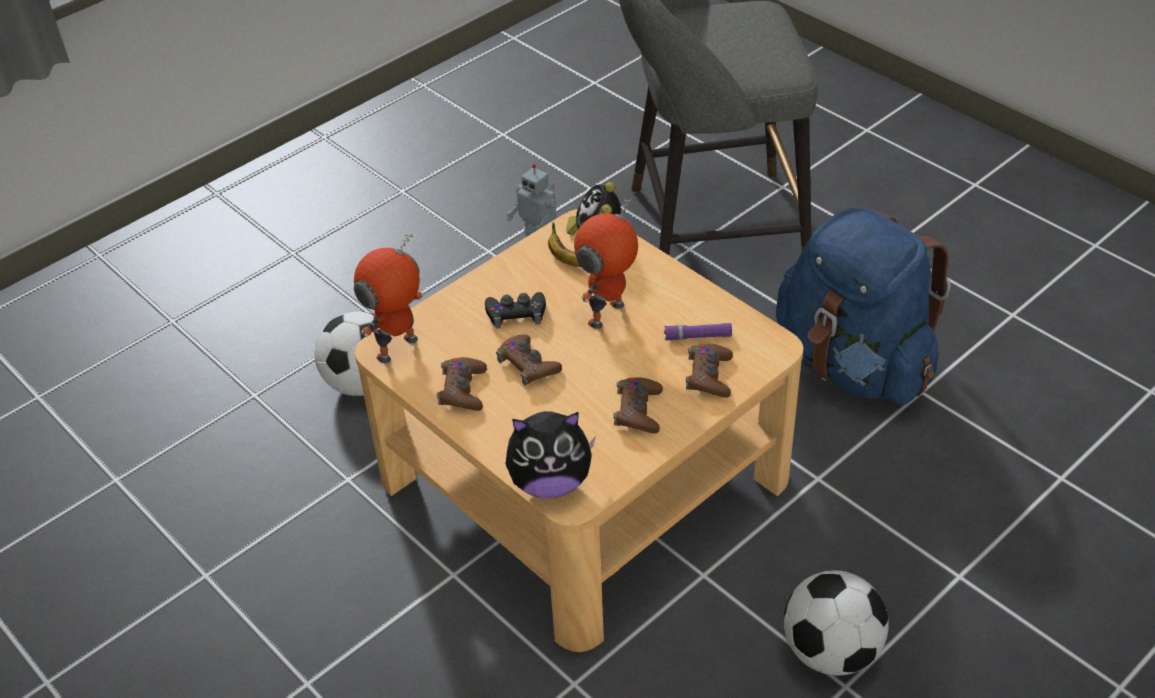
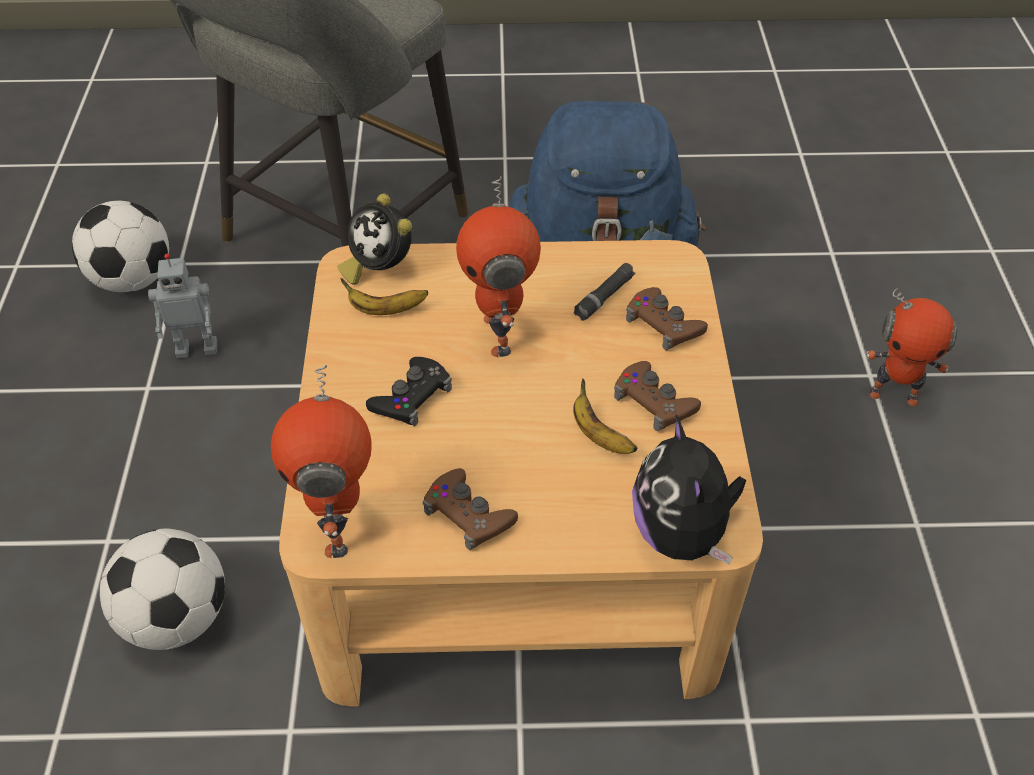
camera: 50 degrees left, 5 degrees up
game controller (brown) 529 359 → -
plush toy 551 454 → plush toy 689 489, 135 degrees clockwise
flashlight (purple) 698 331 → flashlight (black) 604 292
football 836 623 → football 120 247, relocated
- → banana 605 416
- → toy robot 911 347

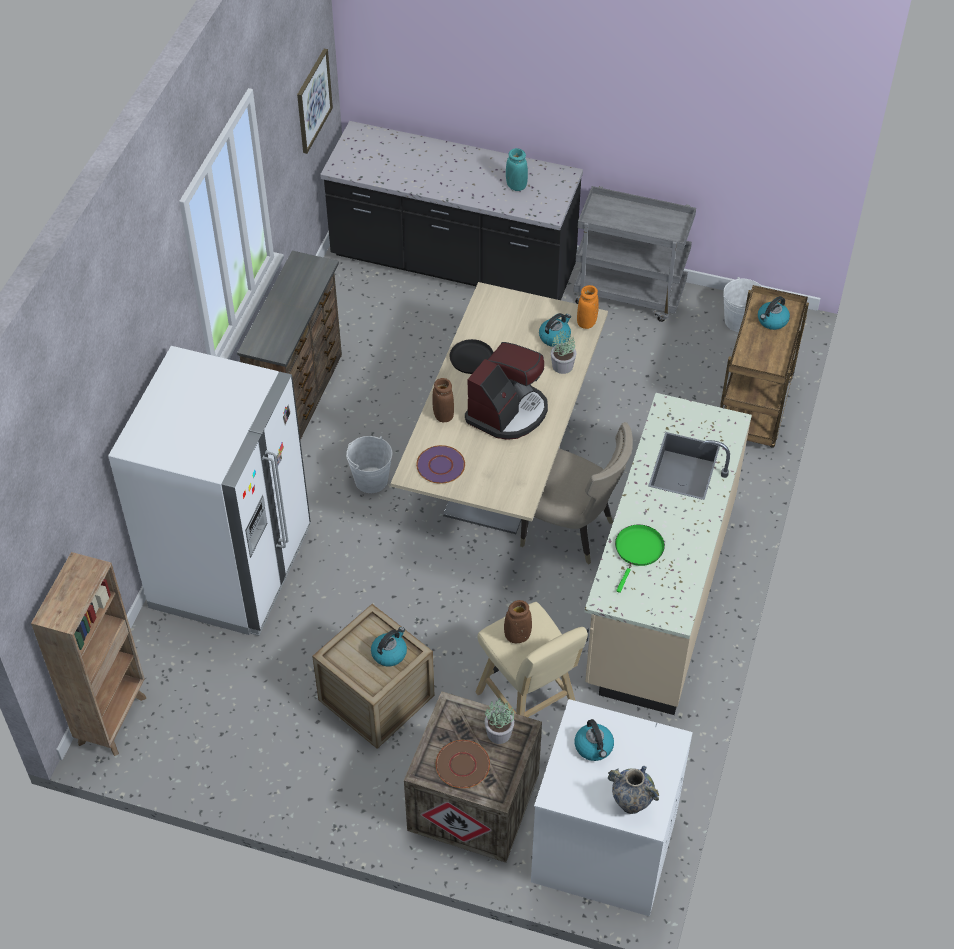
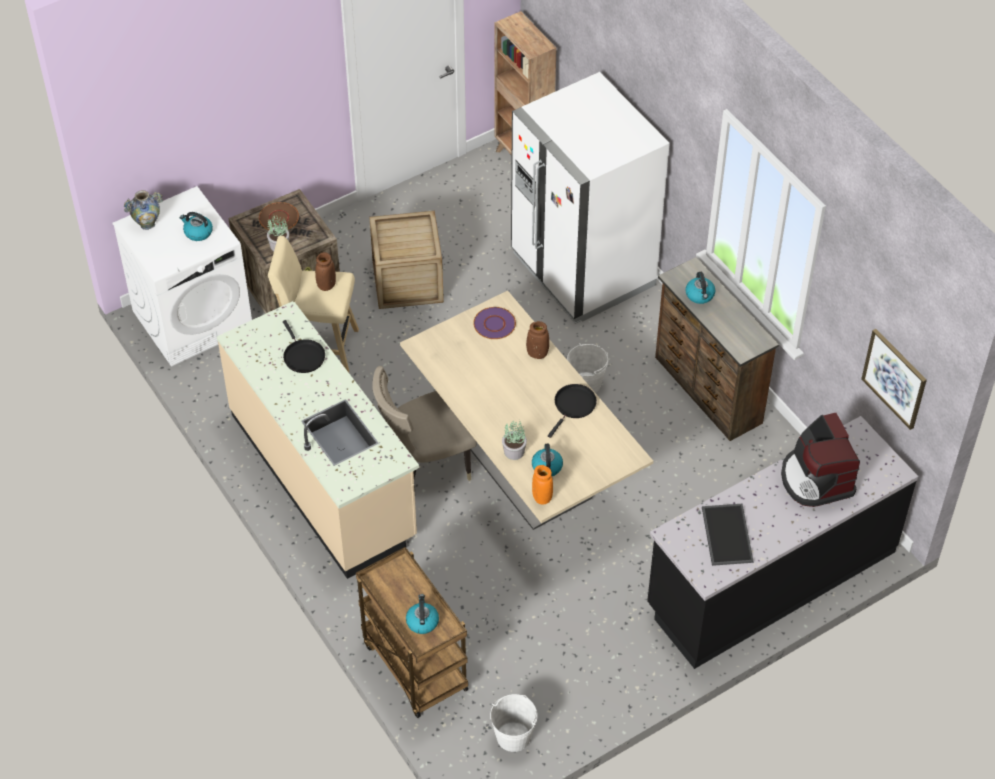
camera: 130 degrees right, 0 degrees up
kettle 389 647 → kettle 700 288, relocated
coffee machine 506 391 → coffee machine 820 460, relocated
vase (turquoise) 517 169 → tray 728 535
cart (grey) 635 254 → -
frying pan (green) 640 559 → frying pan (black) 304 346

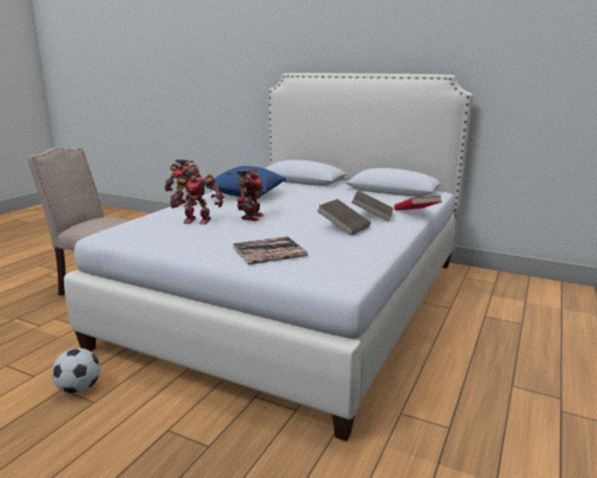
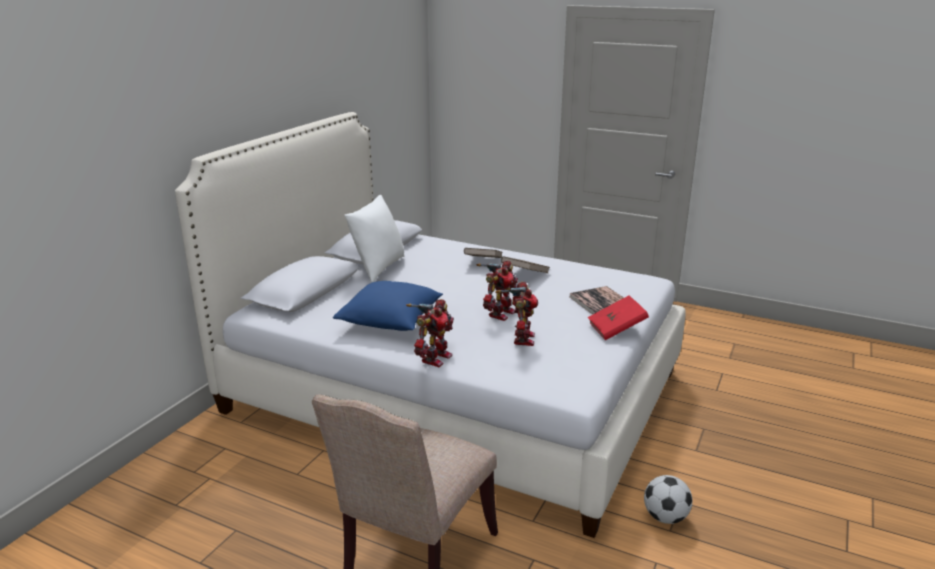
camera: 90 degrees left, 5 degrees up
toy robot 245 195 → toy robot 497 291, 105 degrees clockwise
book (red) 417 203 → book (red) 618 317, relocated
- → pillow (white) 374 239

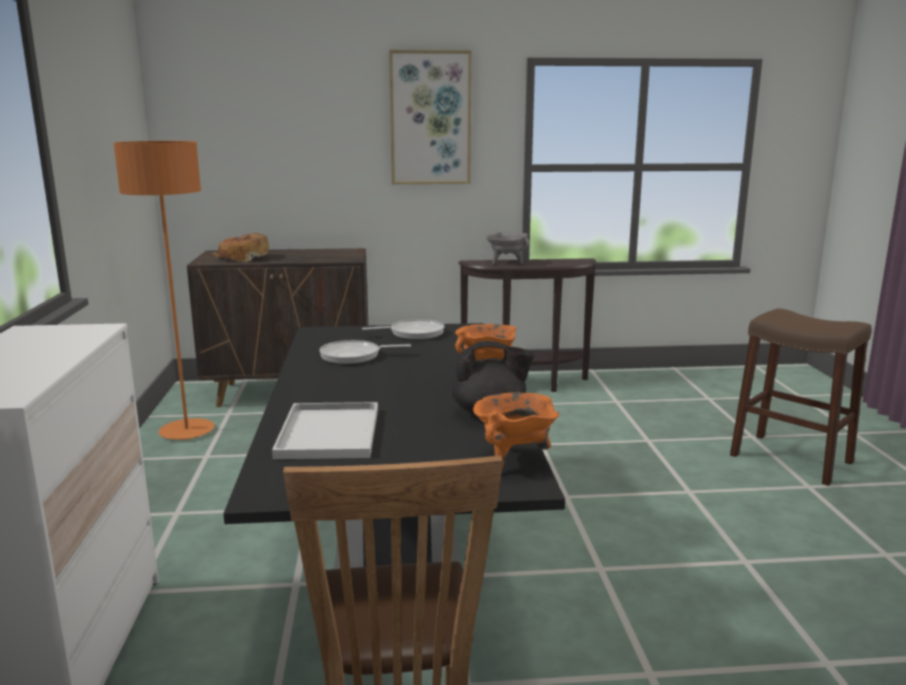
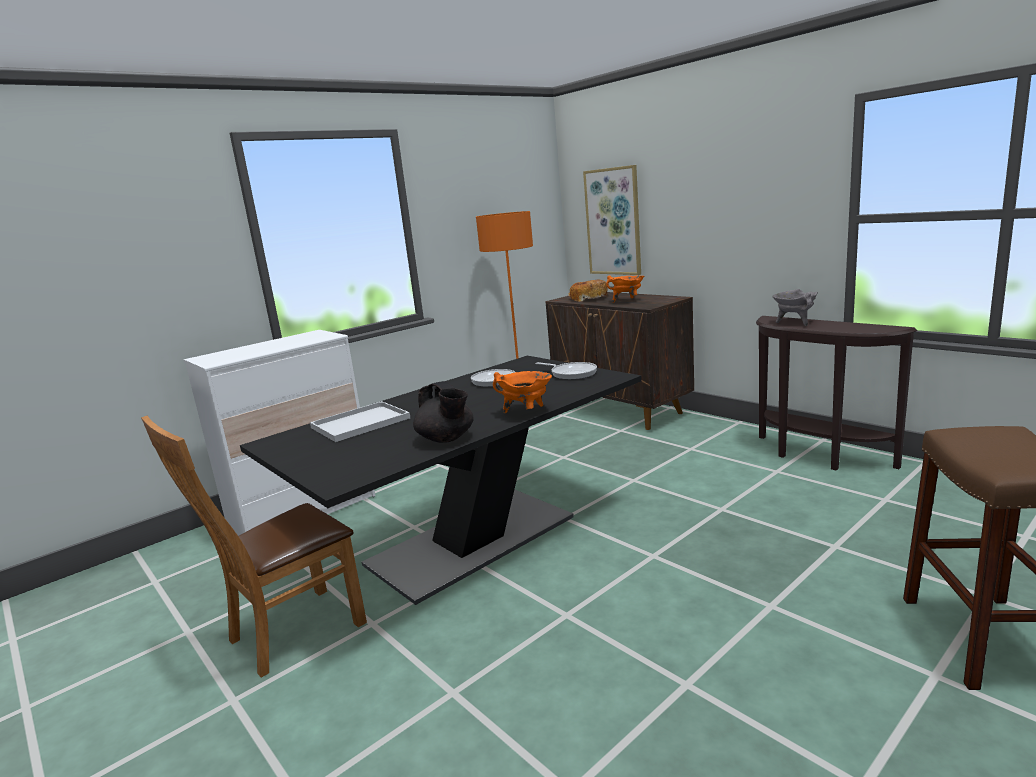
camera: 55 degrees right, 0 degrees up
picture 430 117 → picture 612 220, relocated
cooking pot (orange) 516 433 → cooking pot (orange) 625 289, relocated

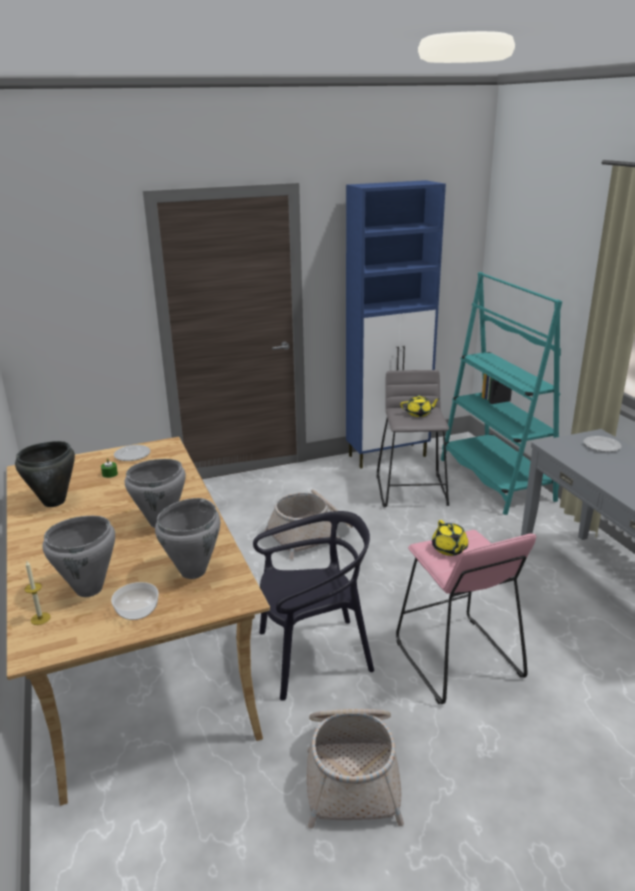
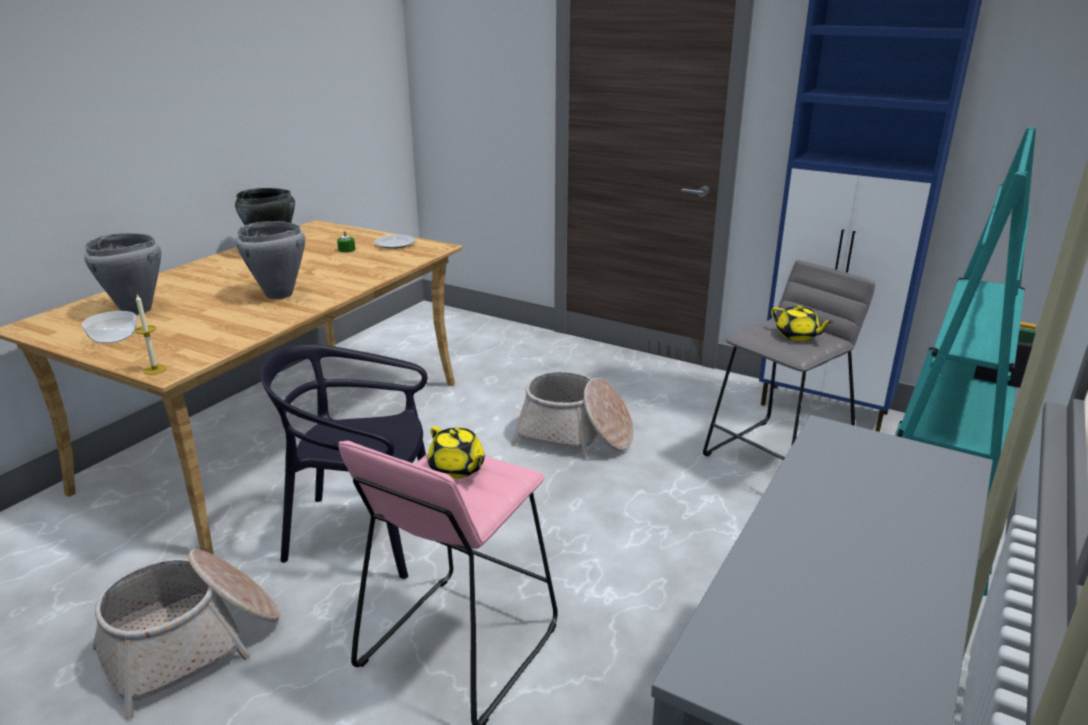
camera: 50 degrees right, 0 degrees up
candle 37 593 → candle 151 335, relocated
cooking pot (grey) 187 538 → -
chair (black) 313 606 → chair (black) 344 461, 150 degrees clockwise
teapot (yellow) 450 538 → teapot (yellow) 456 452, 75 degrees counterclockwise
plate 602 444 → -

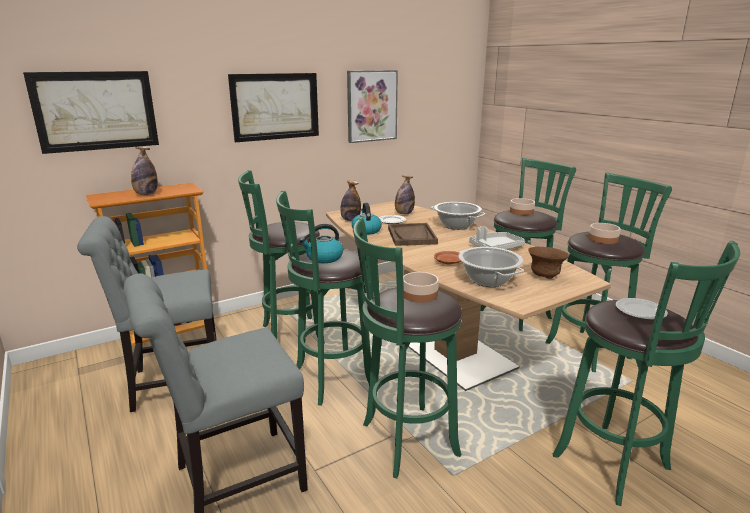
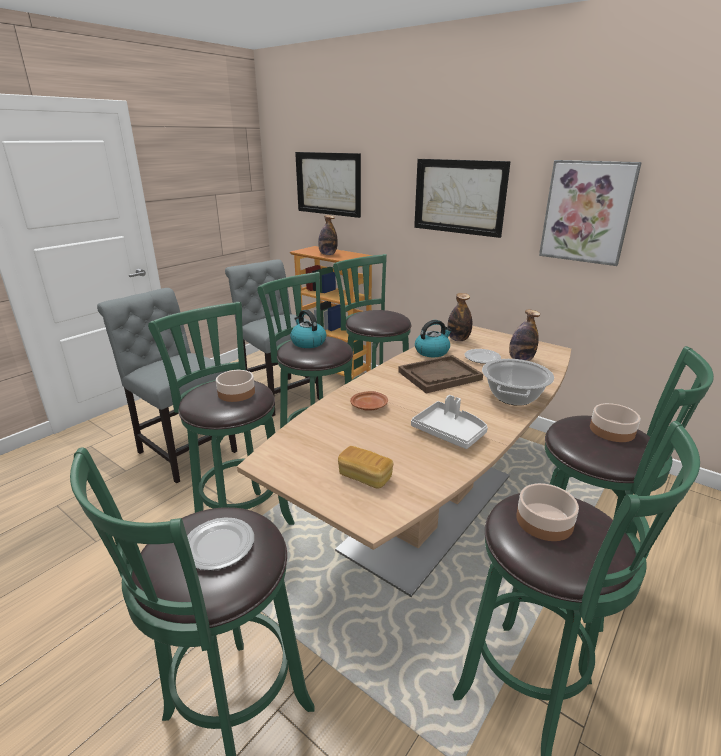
camera: 70 degrees right, 5 degrees up
cooking pot 491 267 → -
bowl (brown) 548 263 → bread 365 467

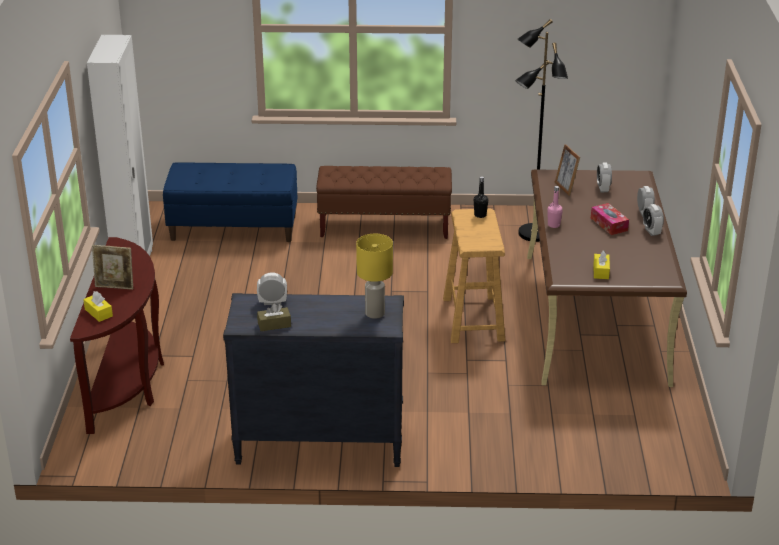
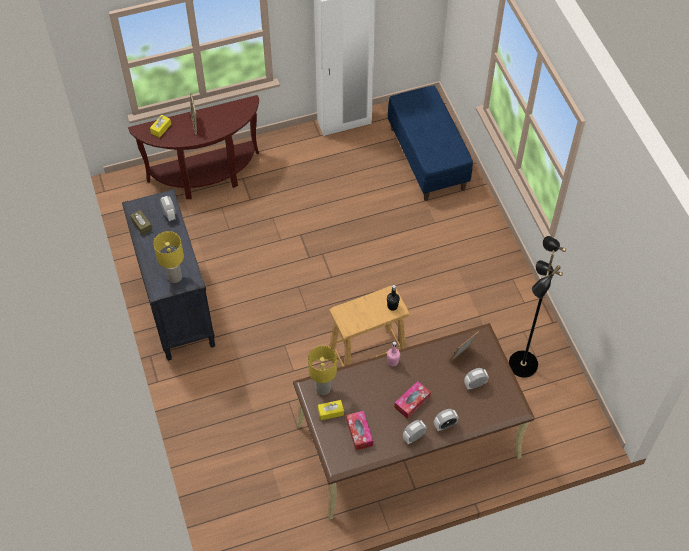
camera: 70 degrees right, 25 degrees up
bench (brown) 384 202 → -
- → table lamp (yellow) 322 370
- → tissue box 359 430

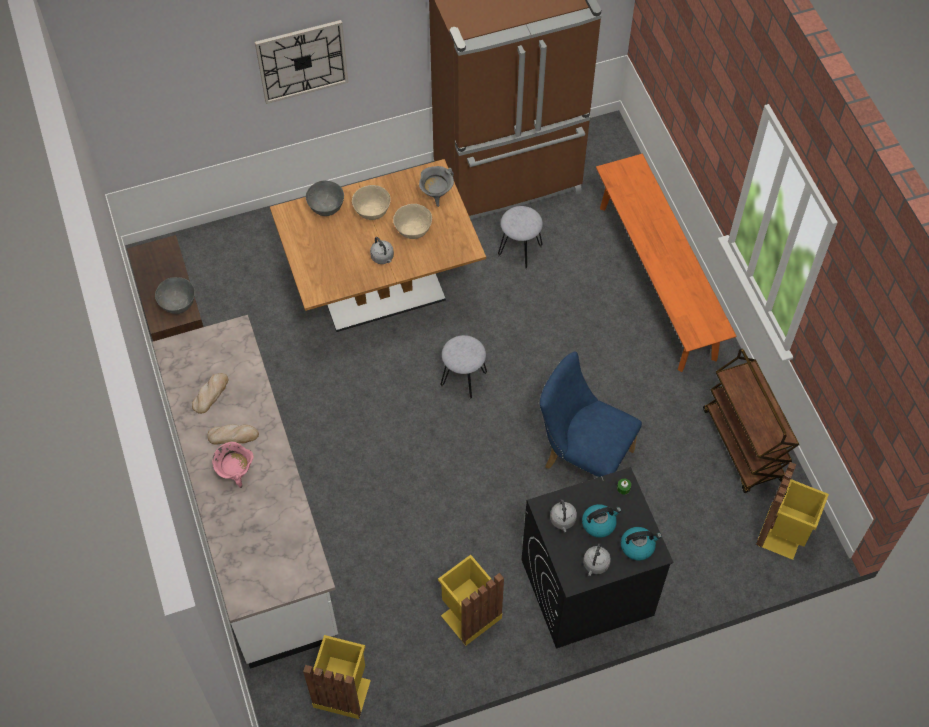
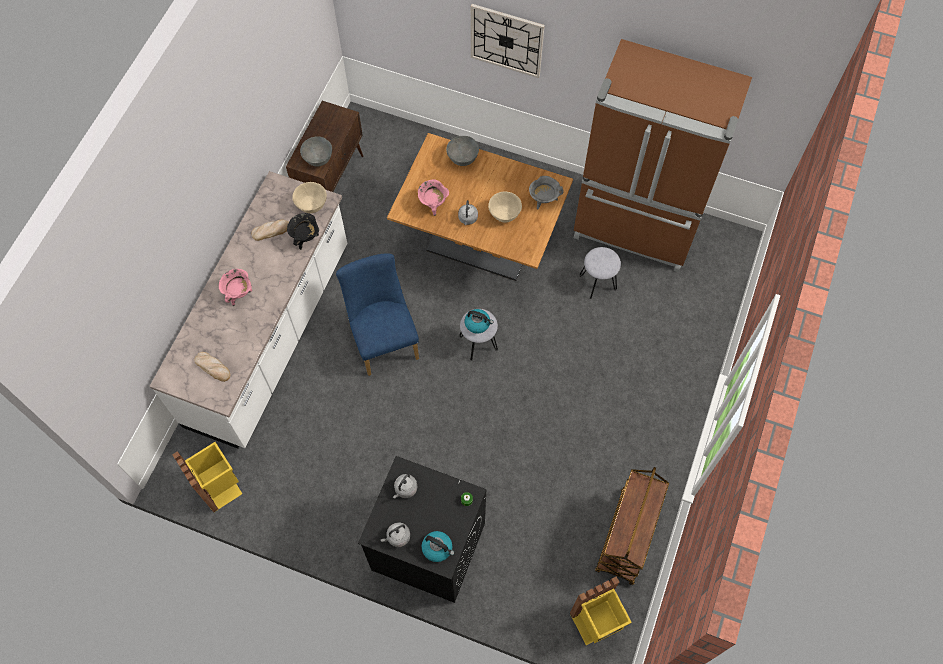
camera: 40 degrees right, 5 degrees up
bread 233 434 → bread 212 367, relocated
bowl (beige) 371 202 → bowl (beige) 309 197, relocated
trash can (yellow) 471 600 → -
chair (blue) 590 414 → chair (blue) 377 314, relocated
kettle 601 521 → kettle 479 321, relocated
bench (orange) 666 263 → -
- → cooking pot (black) 303 231
- → cooking pot (pink) 433 197

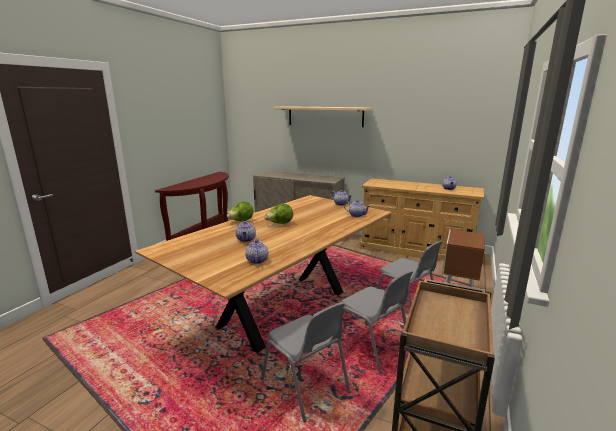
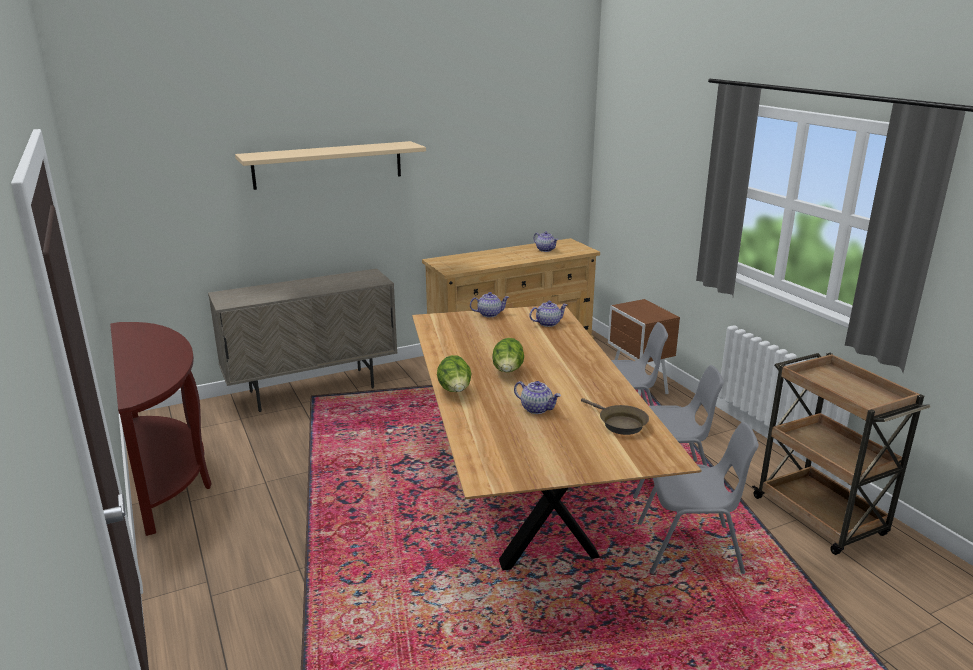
camera: 50 degrees left, 5 degrees up
teapot 257 251 → frying pan (brown) 615 416

